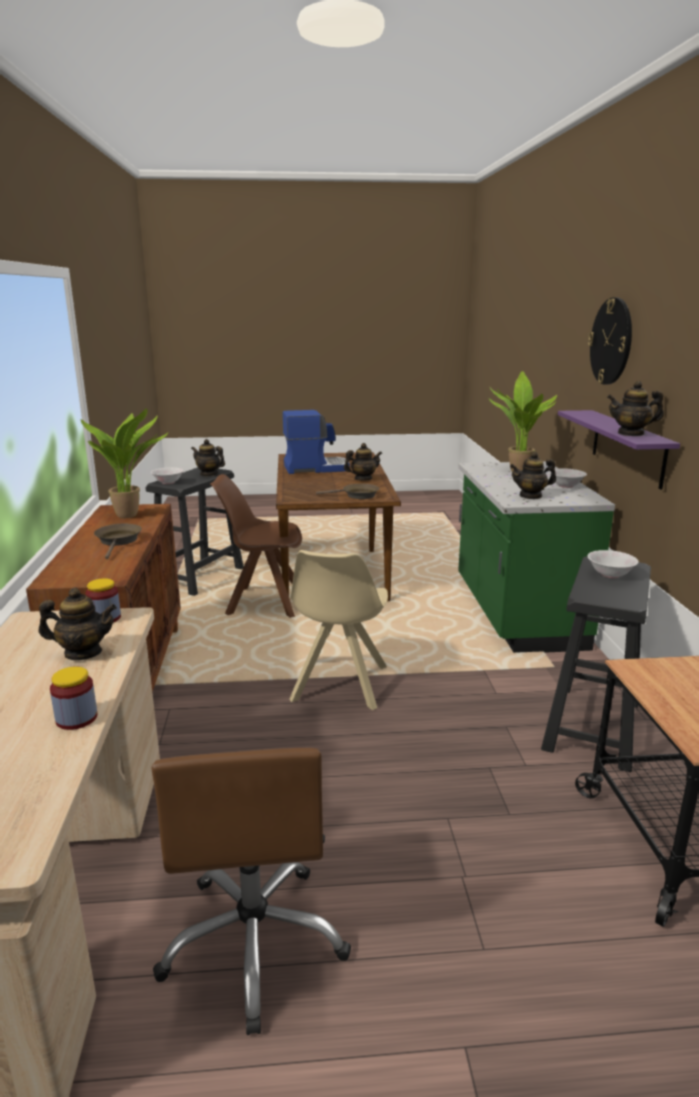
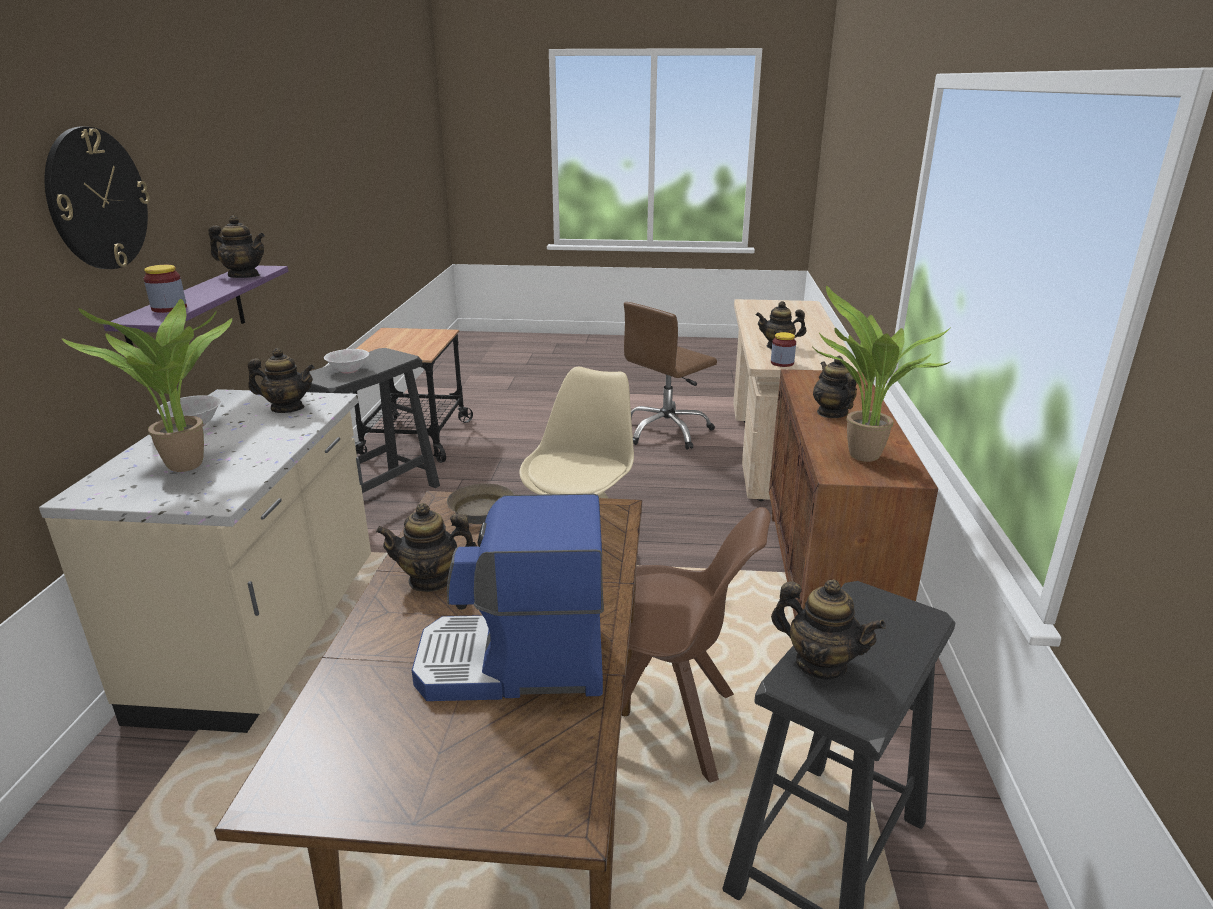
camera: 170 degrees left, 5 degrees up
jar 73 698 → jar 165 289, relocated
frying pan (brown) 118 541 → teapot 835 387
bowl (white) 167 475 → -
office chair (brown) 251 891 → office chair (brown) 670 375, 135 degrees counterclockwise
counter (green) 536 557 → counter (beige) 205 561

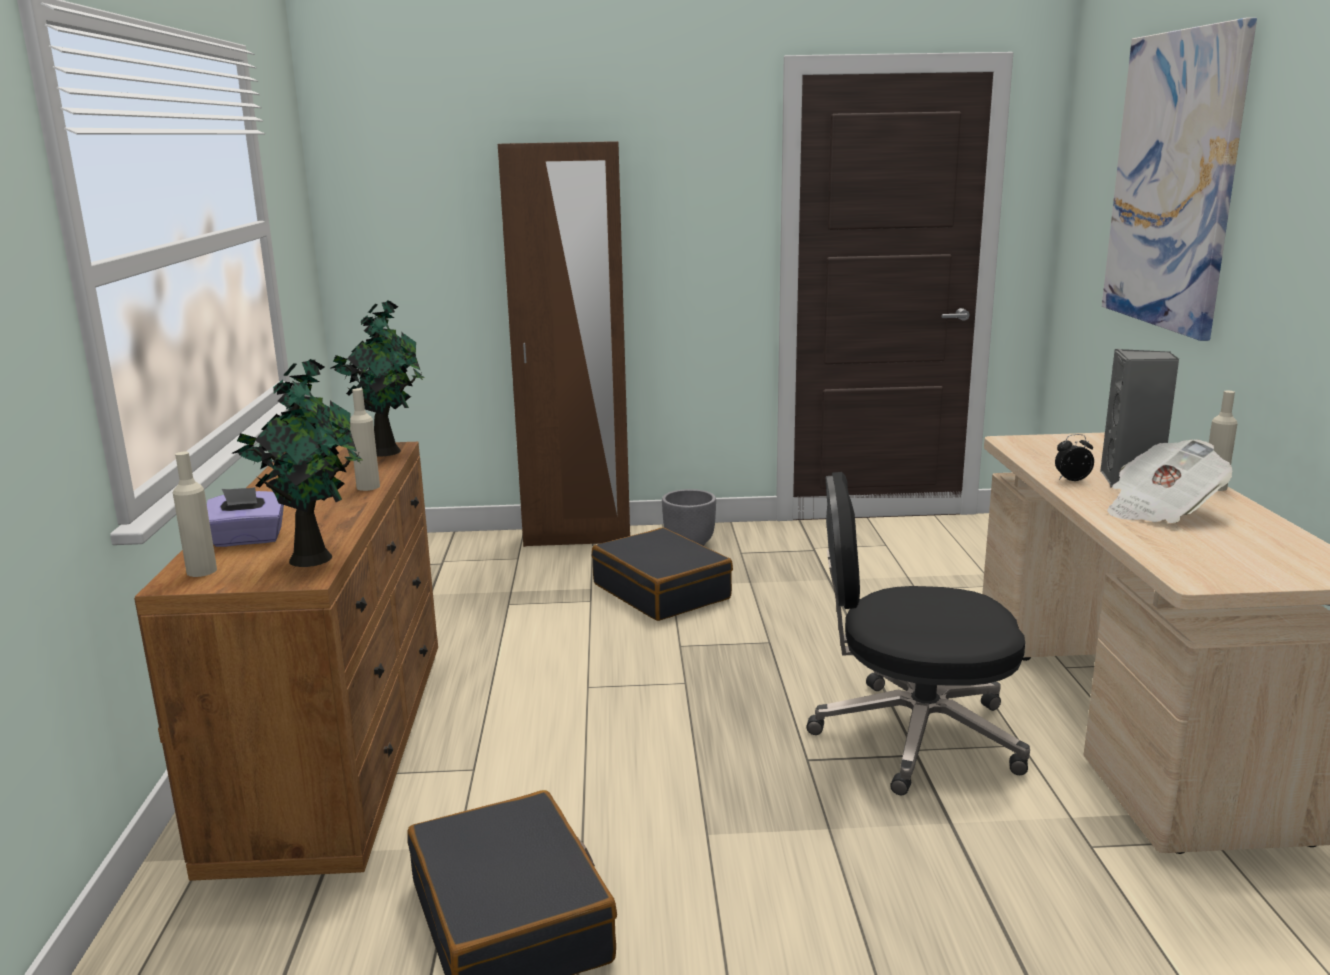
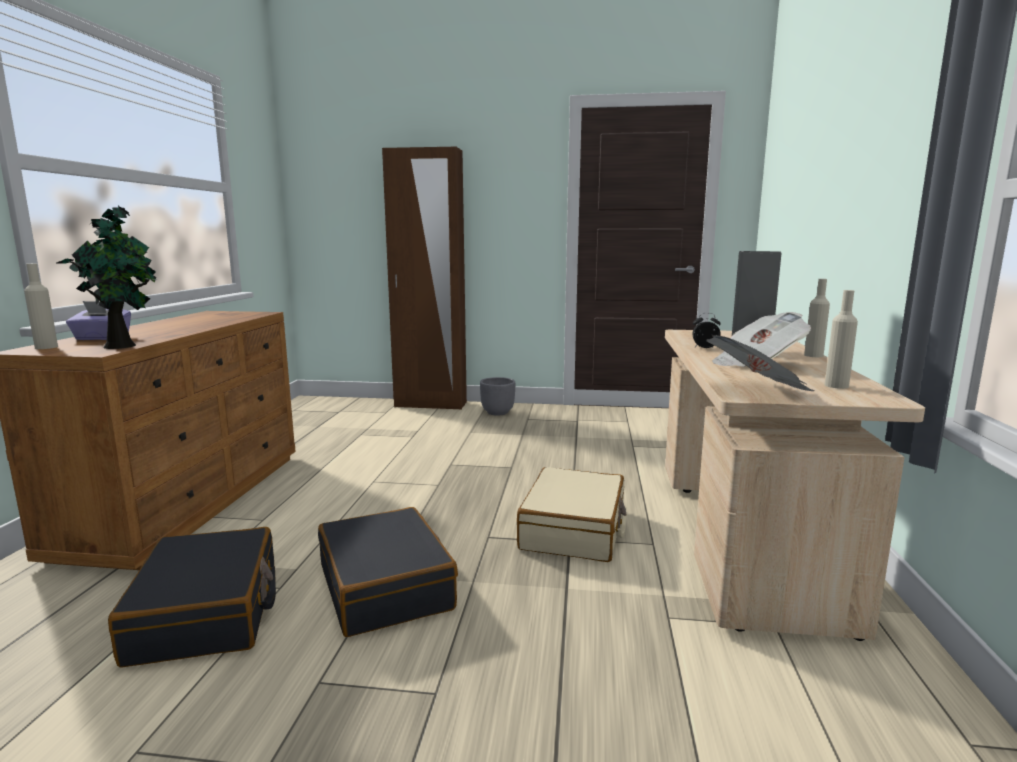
camera: 10 degrees right, 5 degrees down
potted plant 378 378 → -
bottle (beige) 365 439 → bottle (beige) 841 339, relocated
suitcase (black) 662 574 → suitcase (black) 388 572, relocated
office chair (black) 918 633 → suitcase (beige) 571 514
picture 1179 179 → -
- → newspaper 760 363

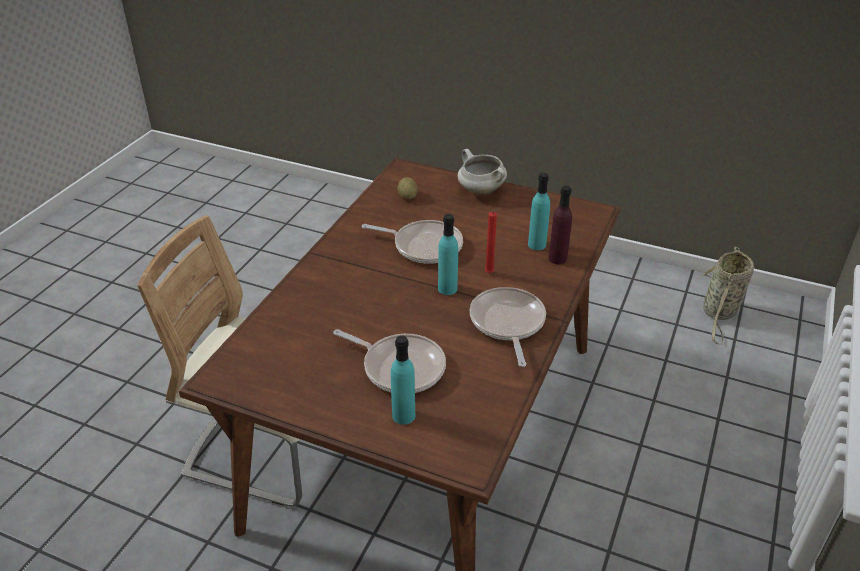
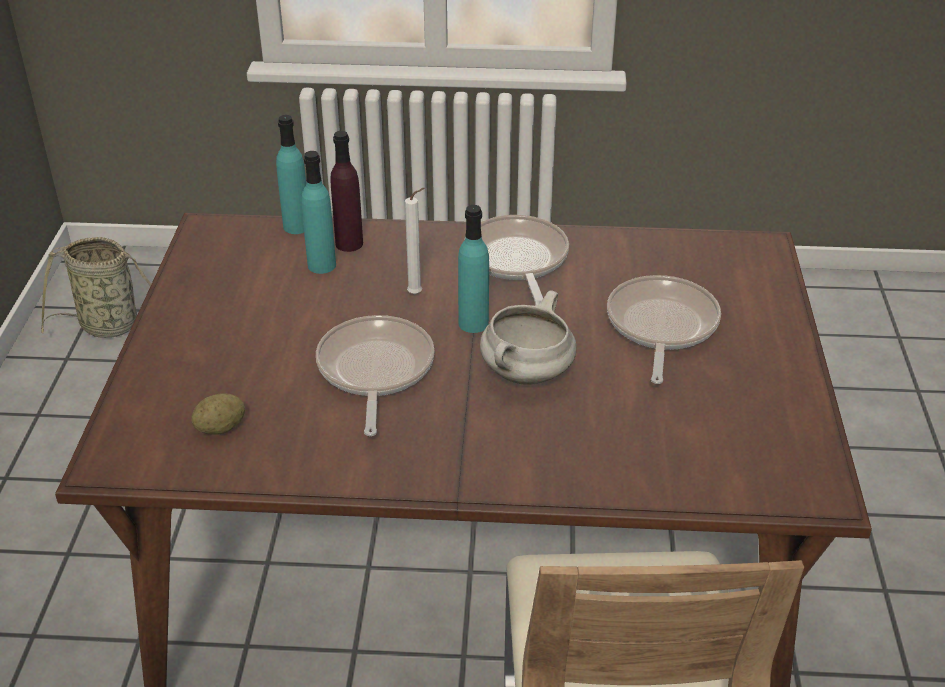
camera: 110 degrees left, 0 degrees up
bottle (turquoise) 403 380 → bottle (turquoise) 291 174, relocated
cooking pot (white) 482 172 → cooking pot (white) 528 337, relocated
frying pan 508 327 → frying pan 525 260, 105 degrees clockwise
candle (red) 491 242 → candle (white) 414 241

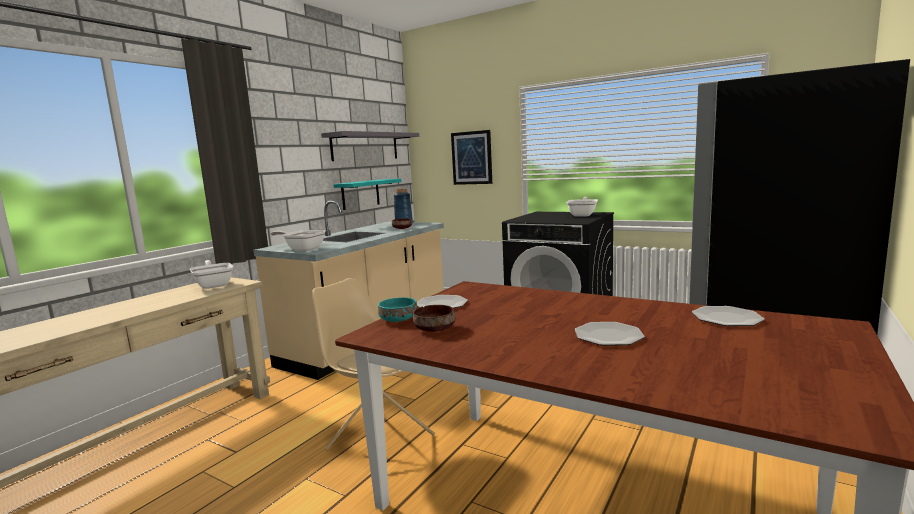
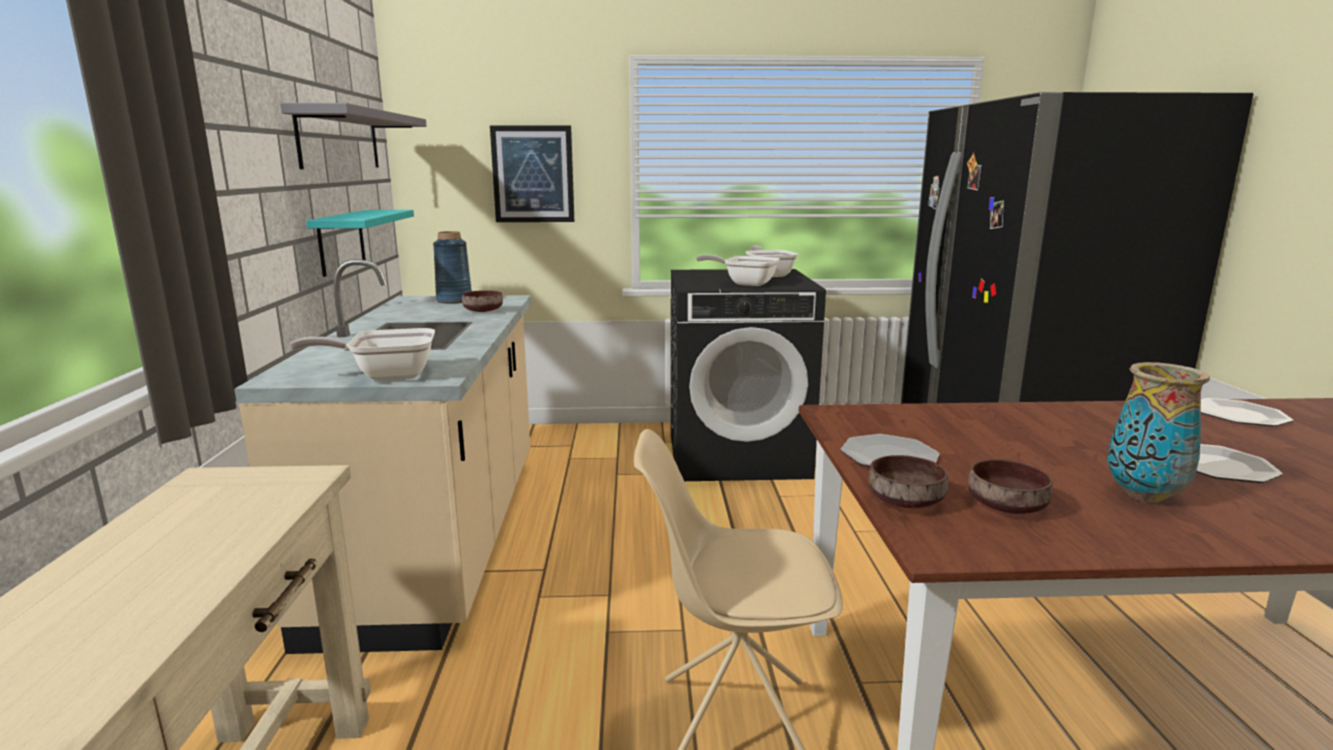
camera: 35 degrees left, 5 degrees up
frying pan 211 274 → frying pan 738 270, relocated
bowl (turquoise) 397 309 → bowl (brown) 908 481
- → vase 1158 432

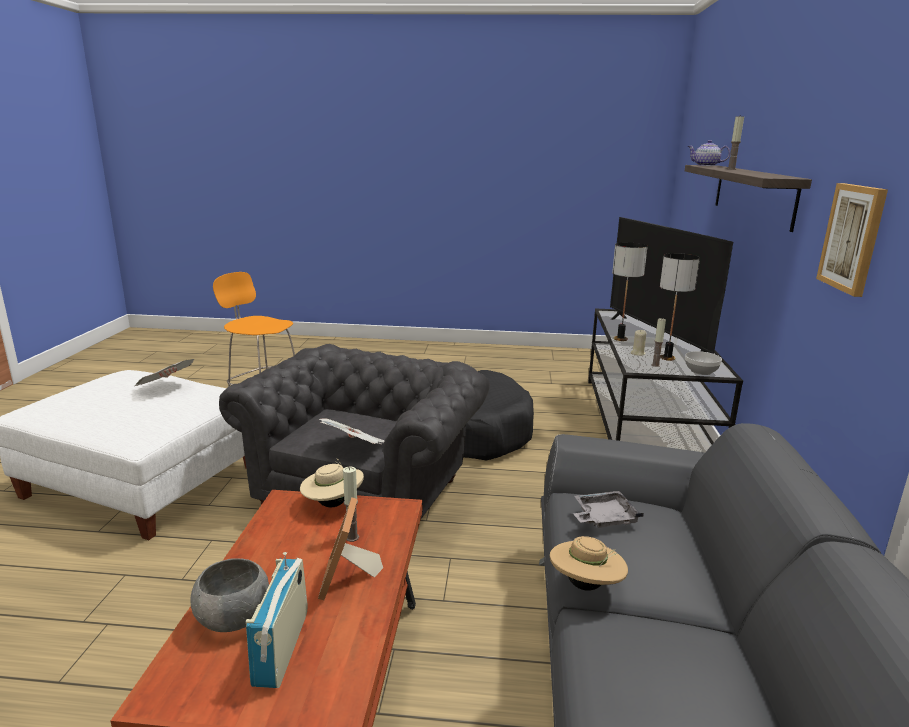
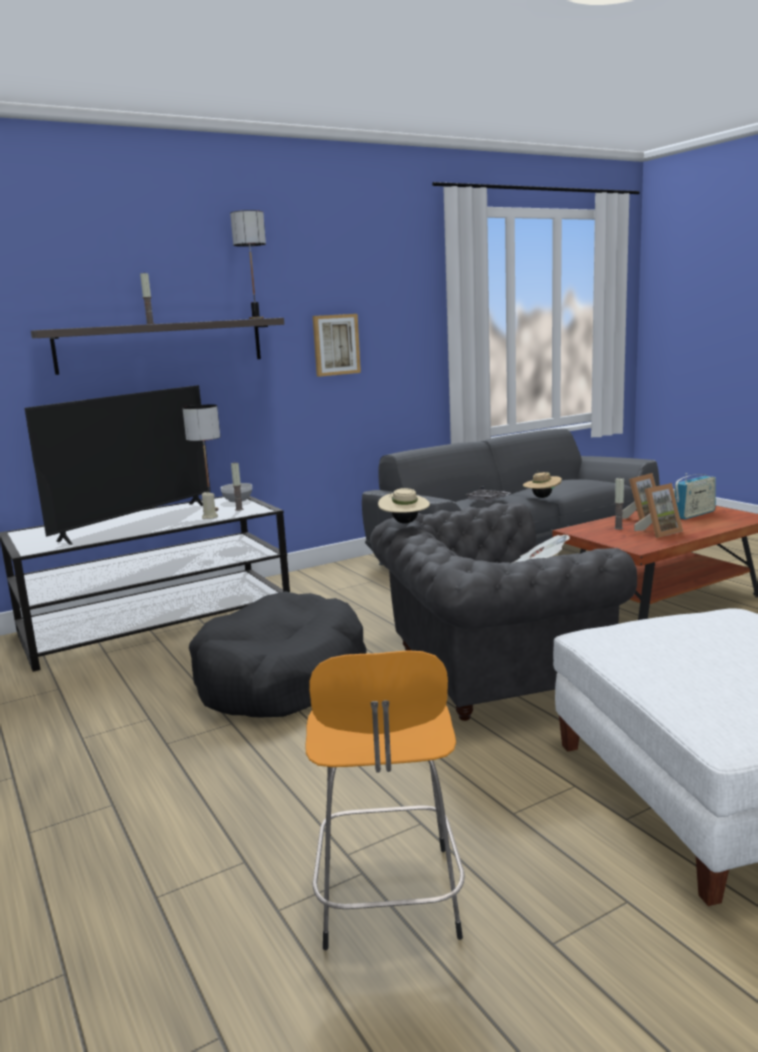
camera: 125 degrees left, 5 degrees down
newspaper 165 372 → -
bowl (grey) 229 595 → -
hat (beige) 332 482 → hat (beige) 404 506, relocated
table lamp 630 291 → table lamp 248 264, relocated
teapot 709 153 → -
- → picture frame 658 510

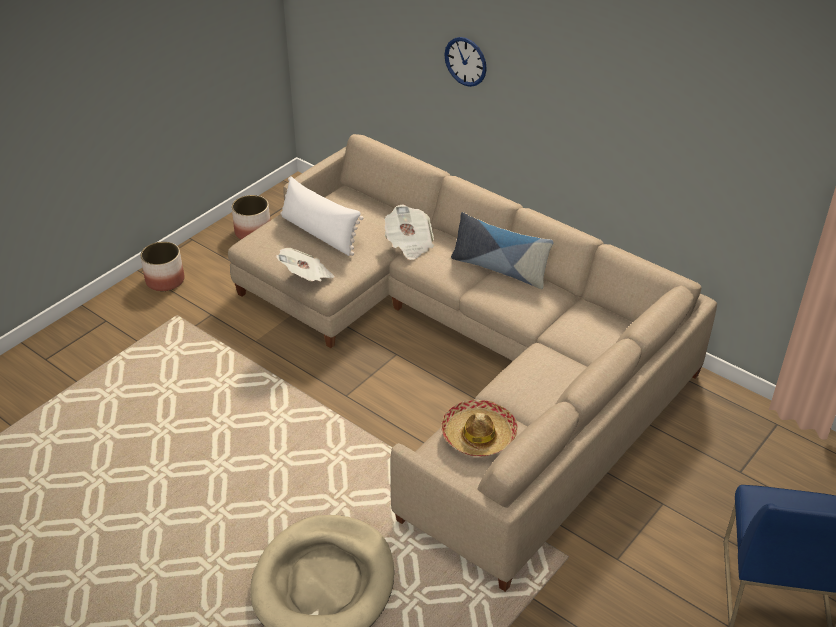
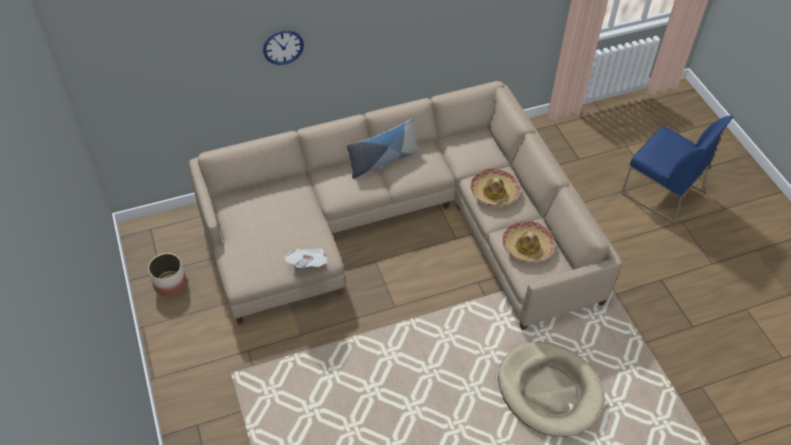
camera: 60 degrees left, 10 degrees up
planter 162 266 → -
pillow (white) 322 216 → -
newspaper 409 232 → -
- → hat 495 187

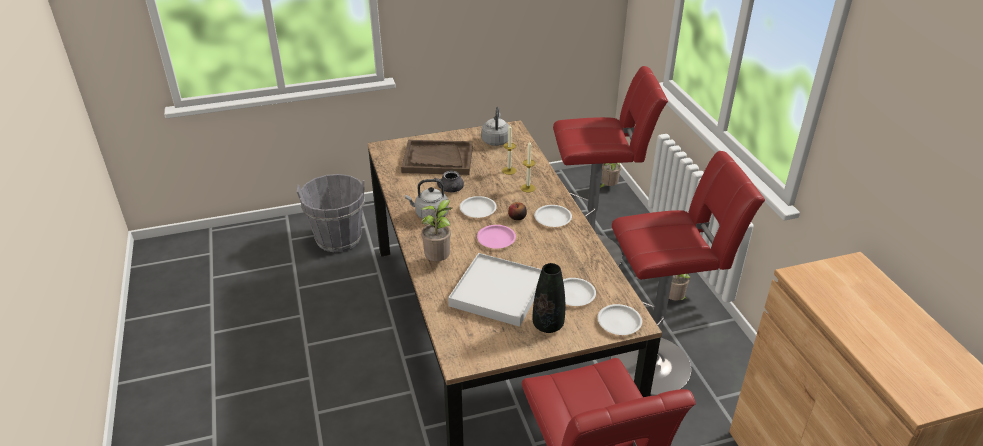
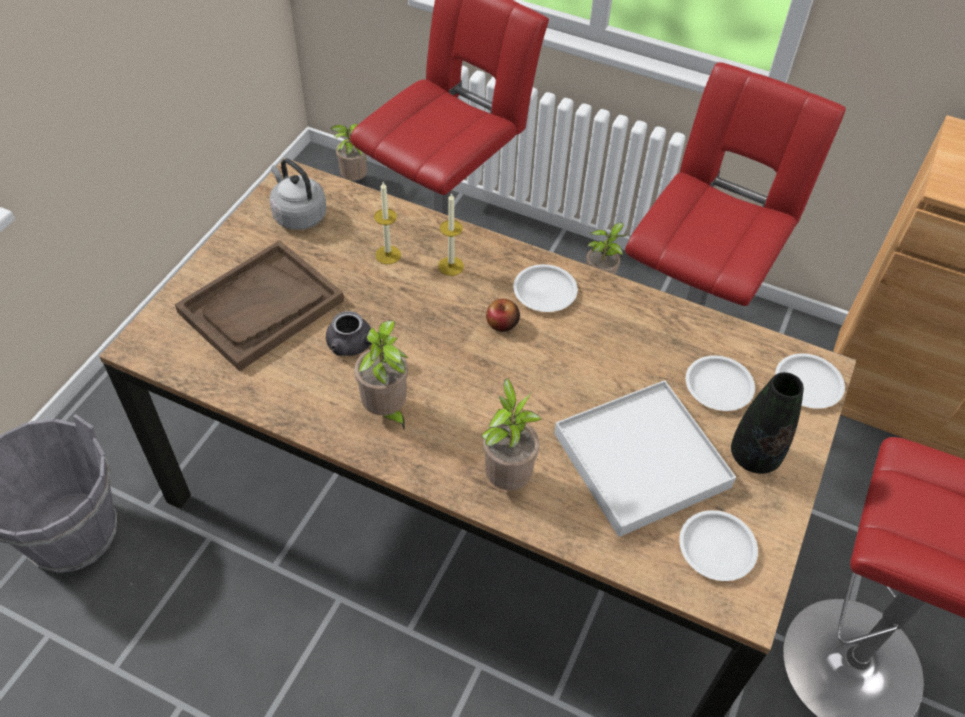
camera: 50 degrees left, 15 degrees up
kettle (grey) 427 200 → potted plant 381 375
plate (white) 478 207 → plate (white) 718 545, relocated
plate (pink) 496 236 → -

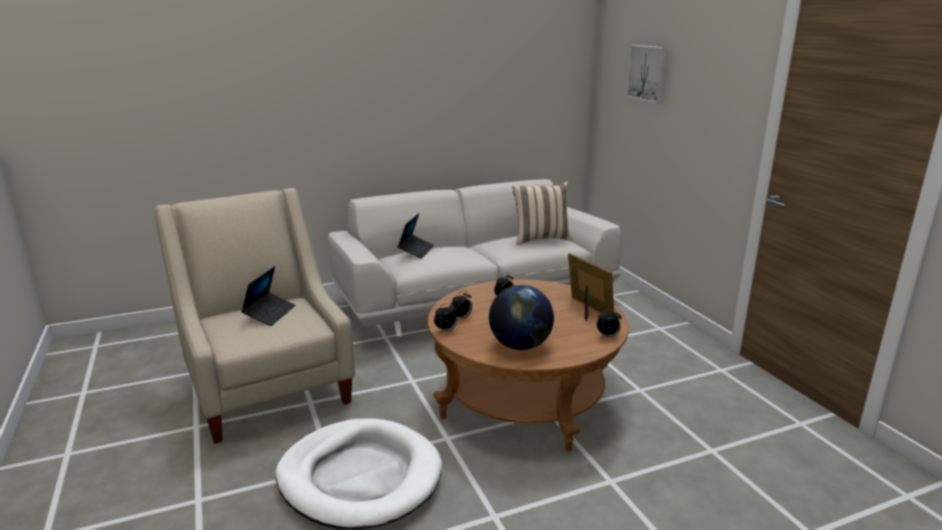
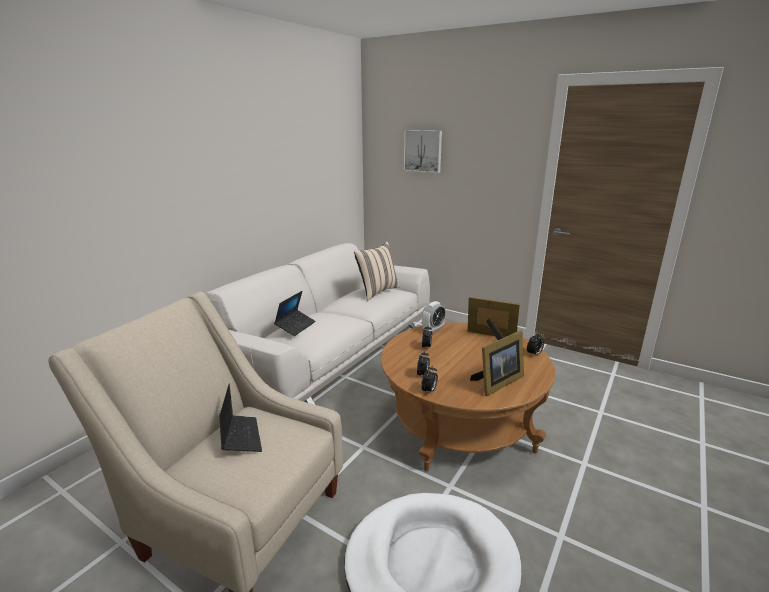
camera: 35 degrees left, 0 degrees up
laptop 415 235 → laptop 295 313, 45 degrees clockwise
globe 521 317 → picture frame 497 363
- → alarm clock 434 317

